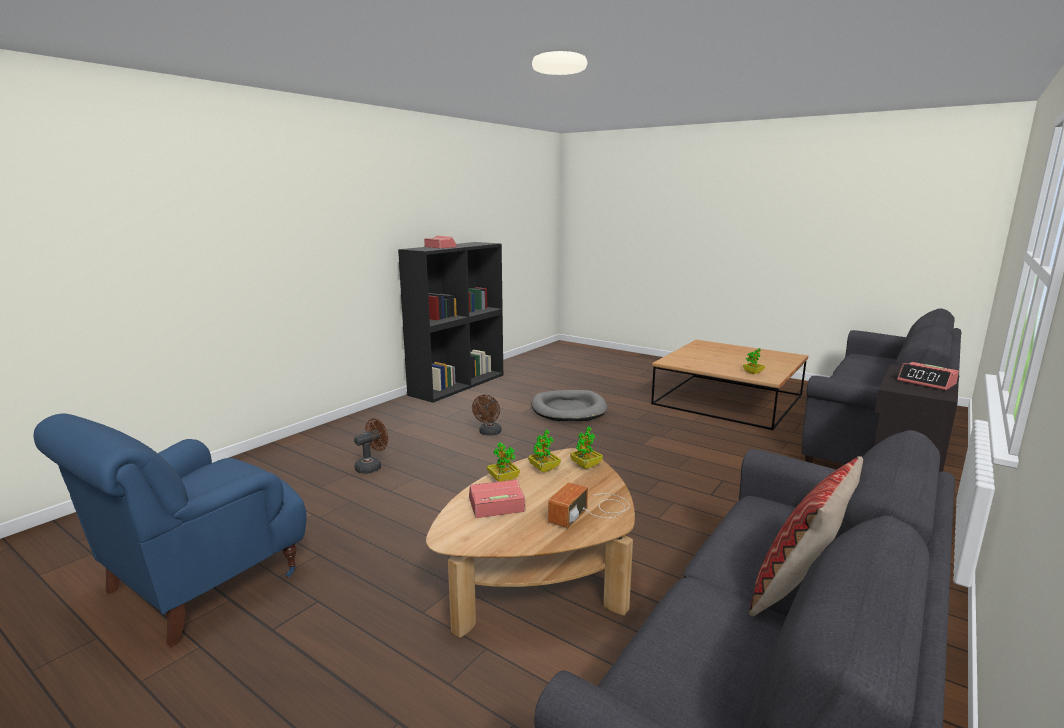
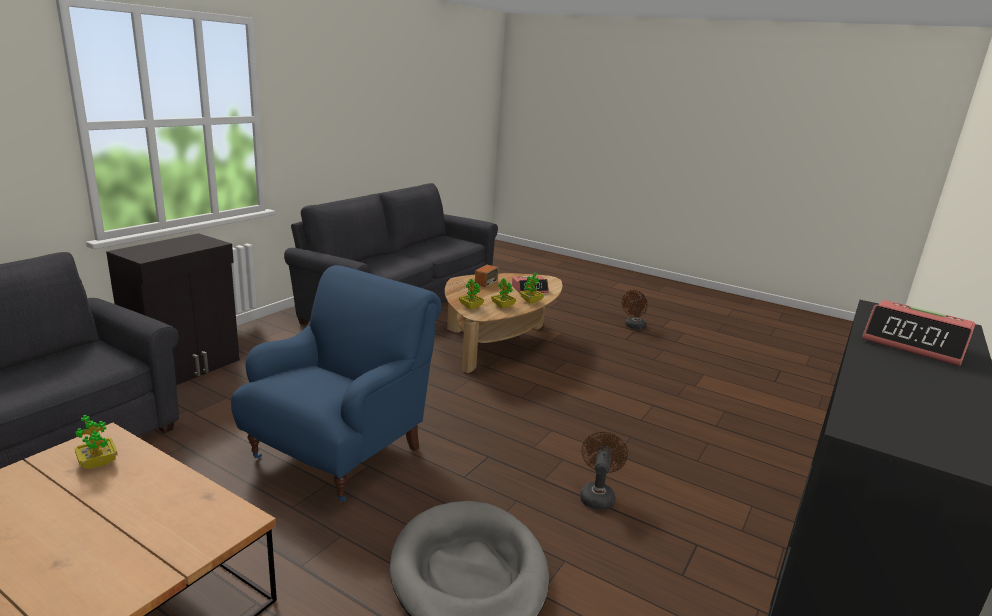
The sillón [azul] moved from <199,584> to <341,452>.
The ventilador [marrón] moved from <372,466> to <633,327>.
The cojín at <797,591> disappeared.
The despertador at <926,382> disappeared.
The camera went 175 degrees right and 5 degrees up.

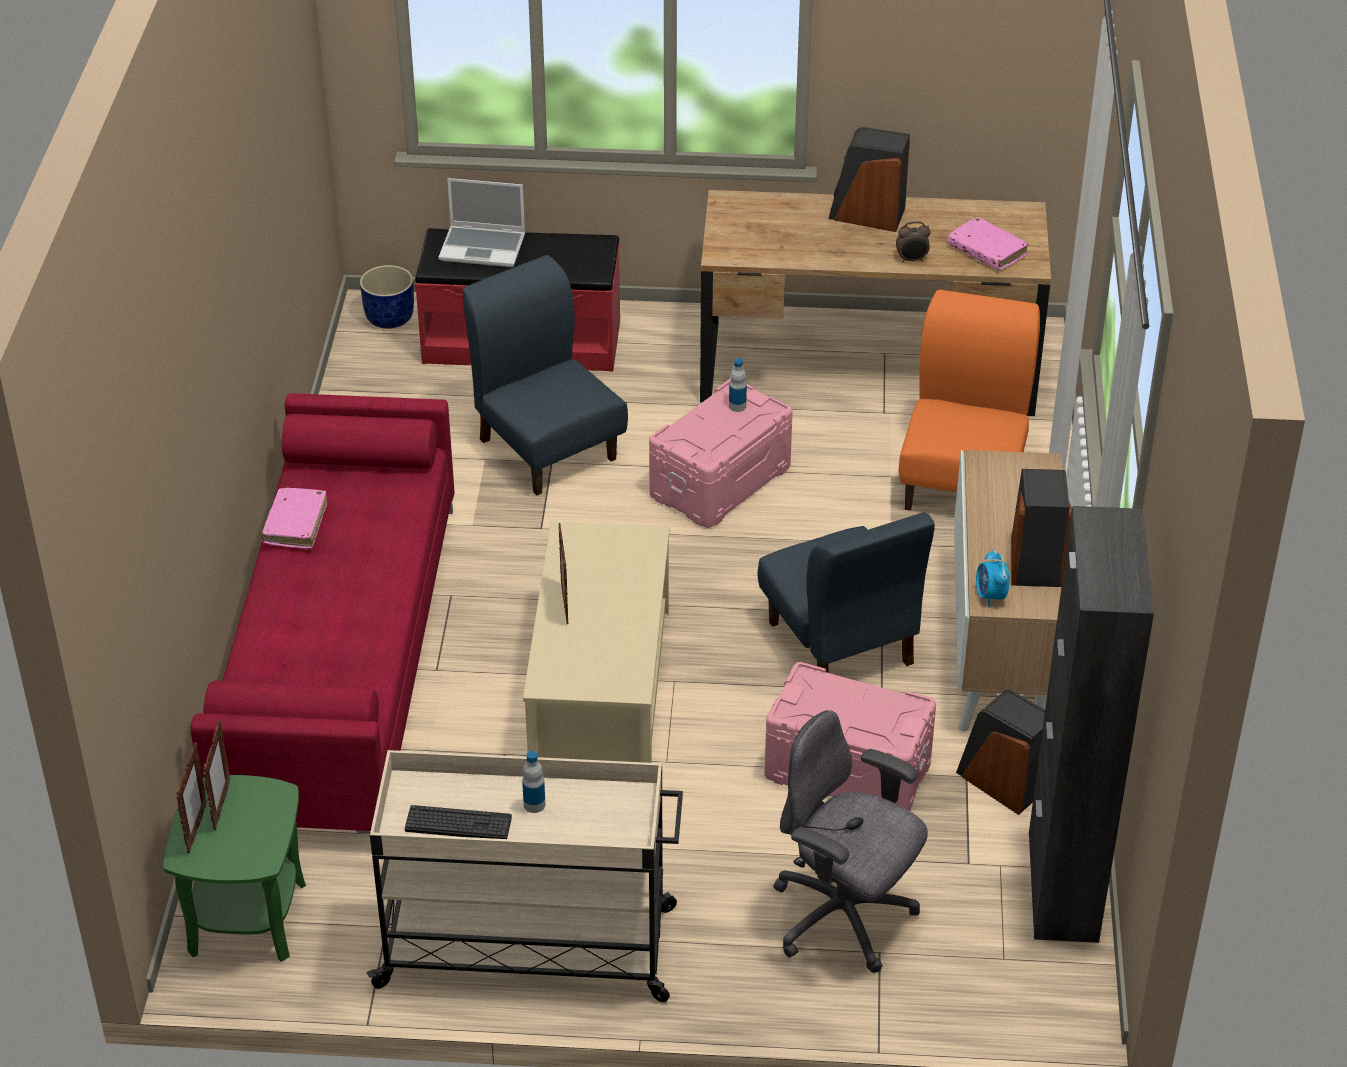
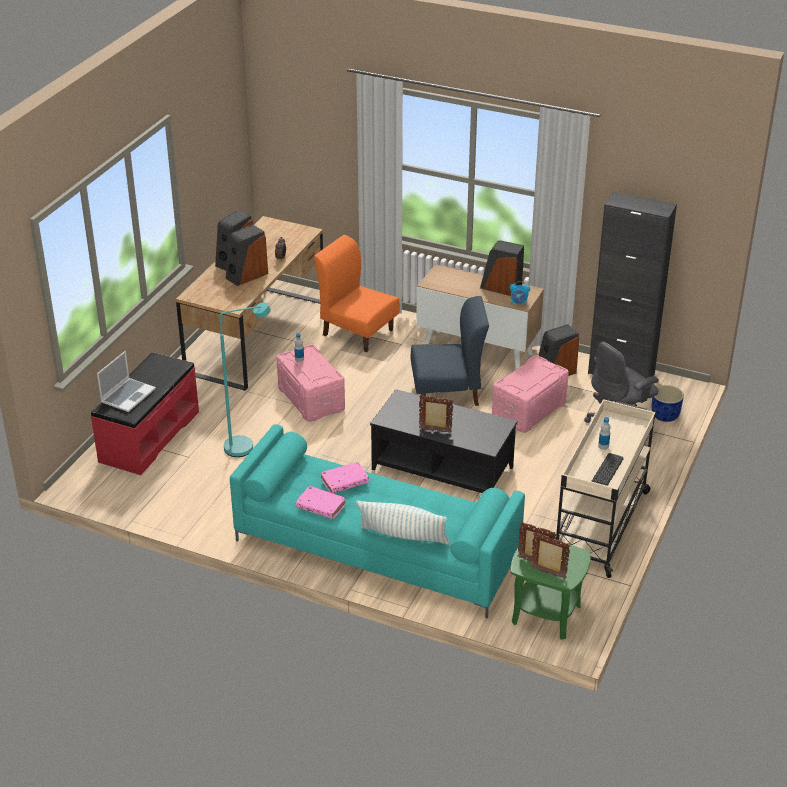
The silla [azul] at <547,448> was replaced by the lámpara de pie [turquesa] at <247,446>.
The altavoz at <246,275> appeared.
The sofá [rojo] at <340,664> became the sofá [turquesa] at <375,550>.
The libro [rosa] moved from <987,251> to <344,482>.
The cojín at <403,540> appeared.
The mesa de centro [beis] at <598,692> became the mesa de centro [negro] at <442,469>.
The maceta [azul] moved from <390,317> to <664,415>.
The camera went 70 degrees left and 5 degrees down.

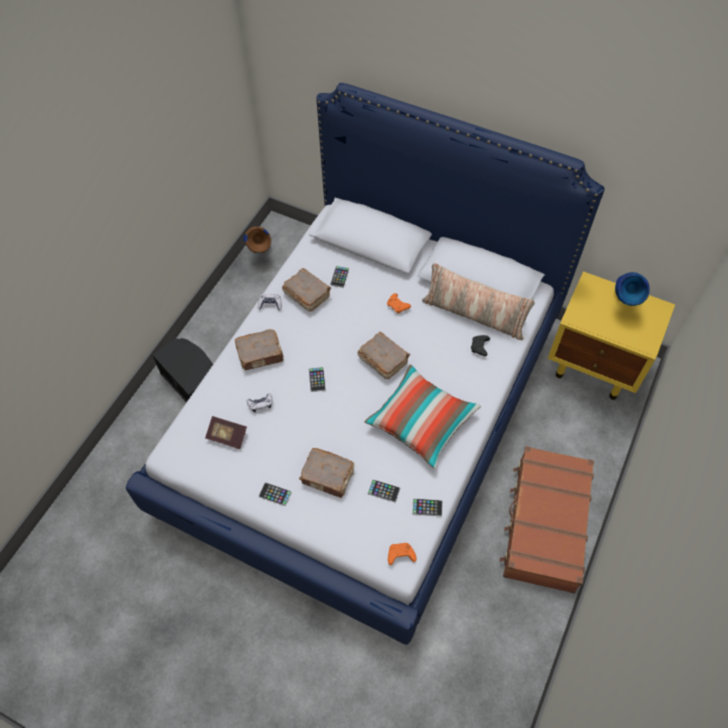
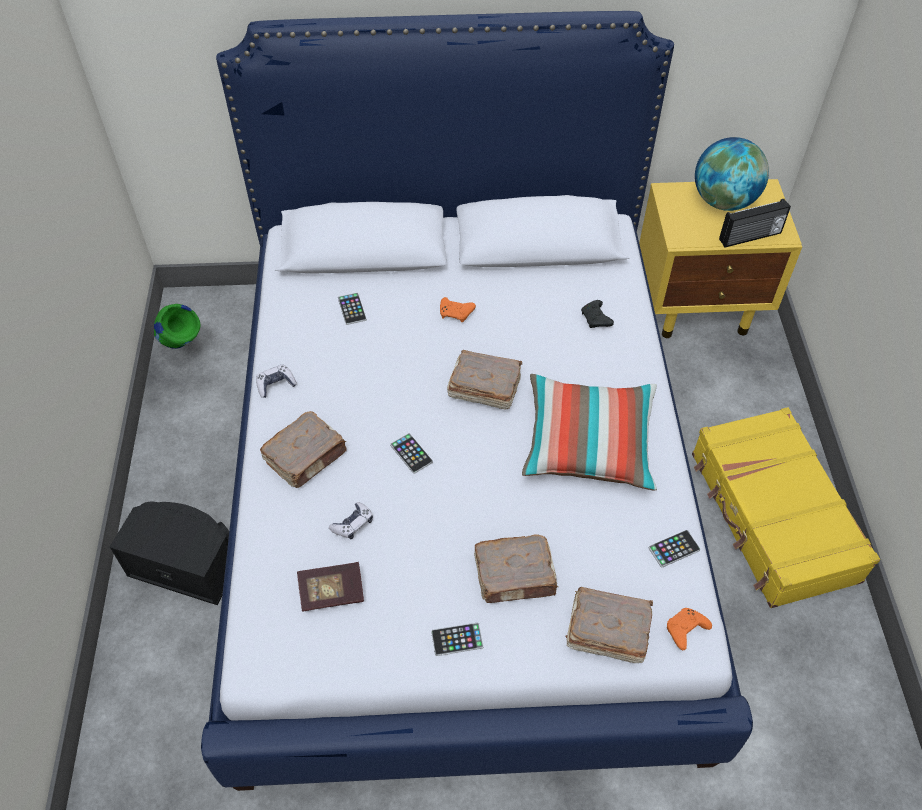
The florero [marrón] at <261,254> became the florero [verde] at <183,348>.
The libro [marrón] moved from <306,294> to <606,631>.
The maleta [marrón] at <544,524> became the maleta [amarillo] at <771,517>.
The florero [azul] at <624,304> was replaced by the globo terráqueo at <723,201>.
The radio at <750,237> appeared.
The móvil at <383,491> disappeared.
The cojín at <474,314> disappeared.
The camera went 30 degrees left and 5 degrees down.

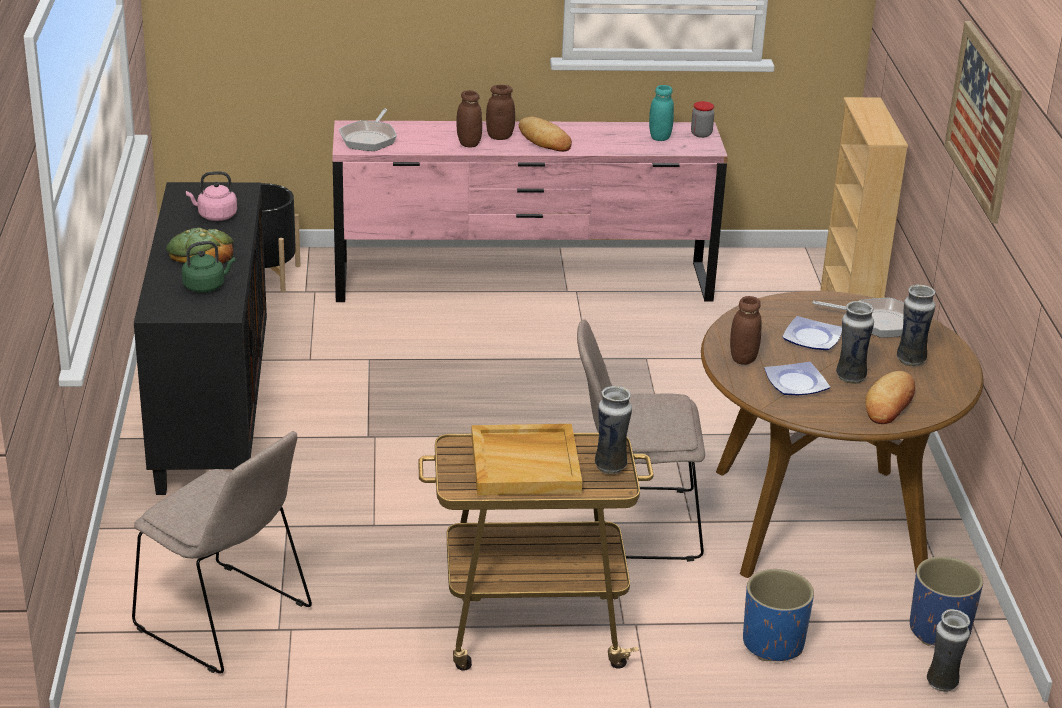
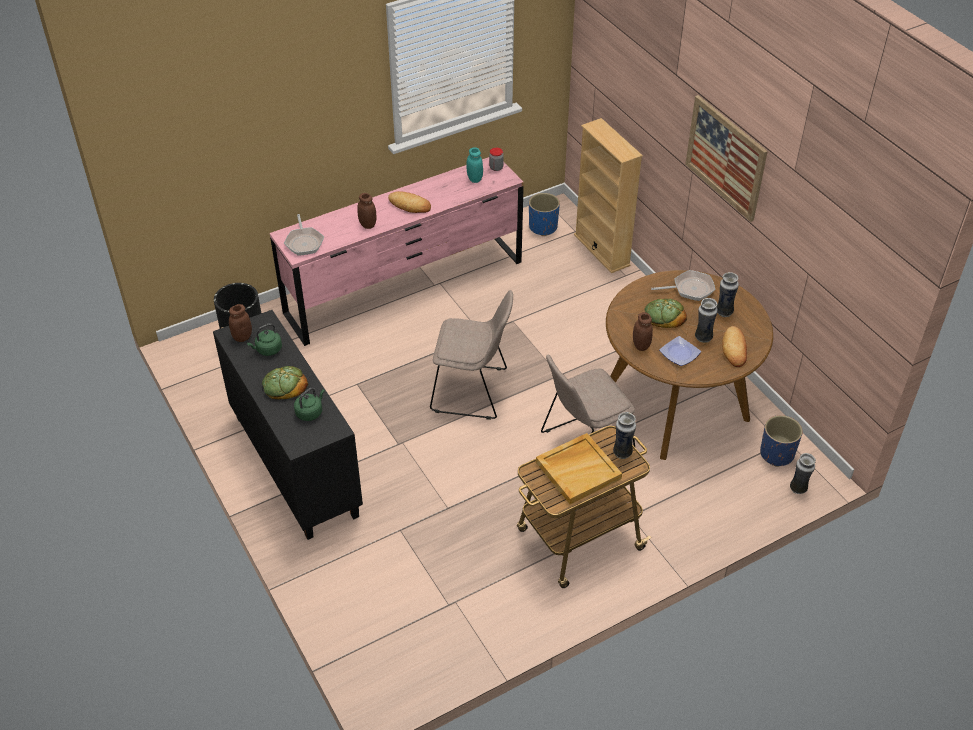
The tarro [marrón] moved from <500,136> to <242,337>.
The hervidor [rosa] at <215,216> became the hervidor [verde] at <267,350>.
The silla [beis] moved from <227,620> to <472,391>.
The maceta [azul] moved from <772,643> to <543,227>.
The plato at <810,338> was replaced by the pan at <664,315>.
The camera went 25 degrees left and 15 degrees up.

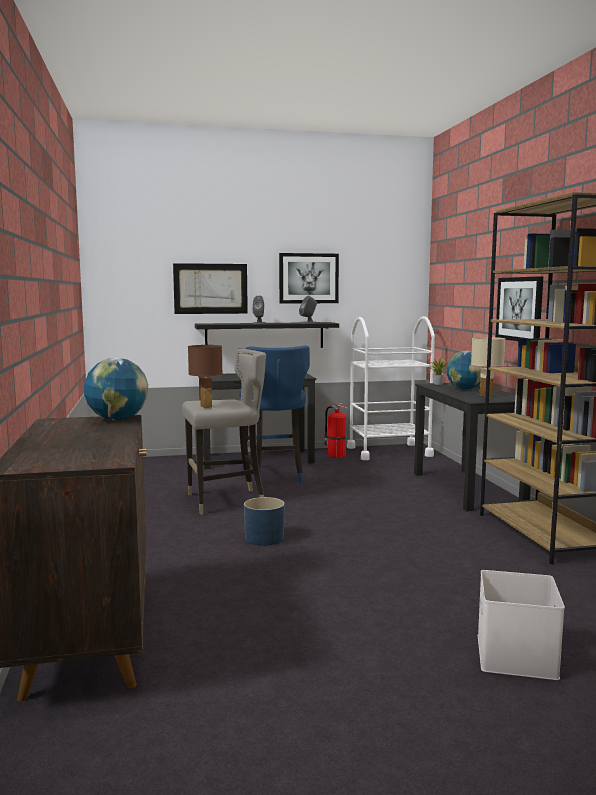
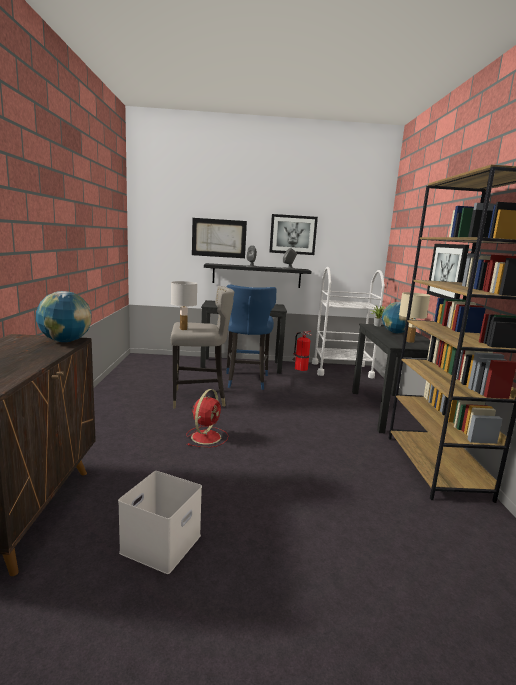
The caja de almacenaje [blanco] moved from <518,656> to <161,545>.
The lámpara de mesa [marrón] at <206,407> became the lámpara de mesa [blanco] at <183,329>.
The maceta [azul] at <264,538> was replaced by the ventilador [rojo] at <207,436>.
The camera went 10 degrees right and 5 degrees up.

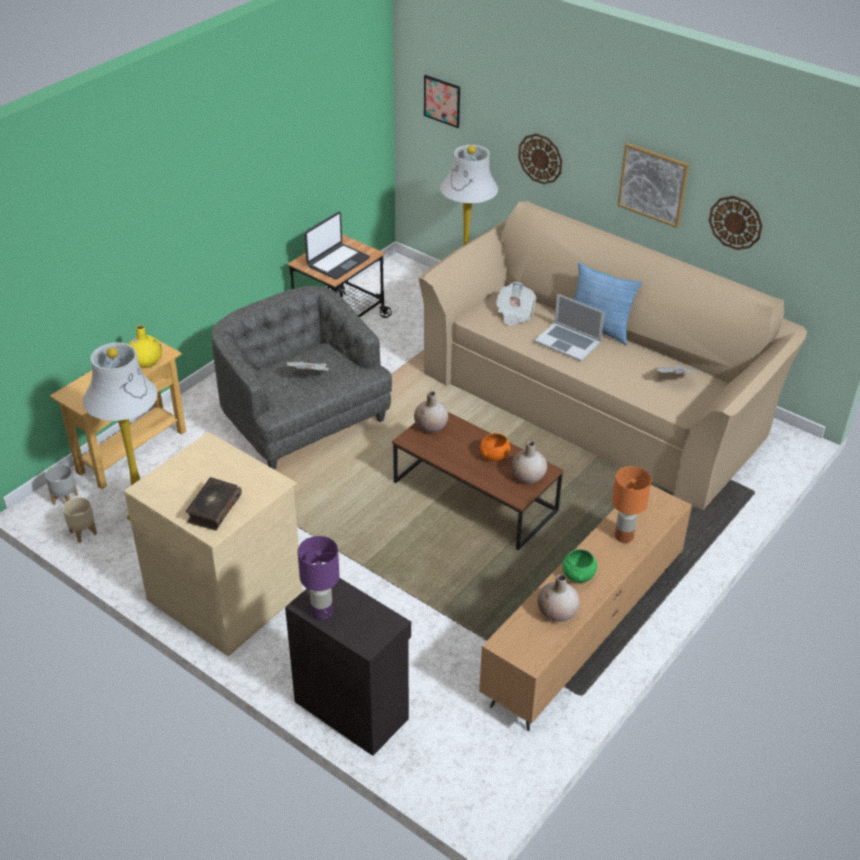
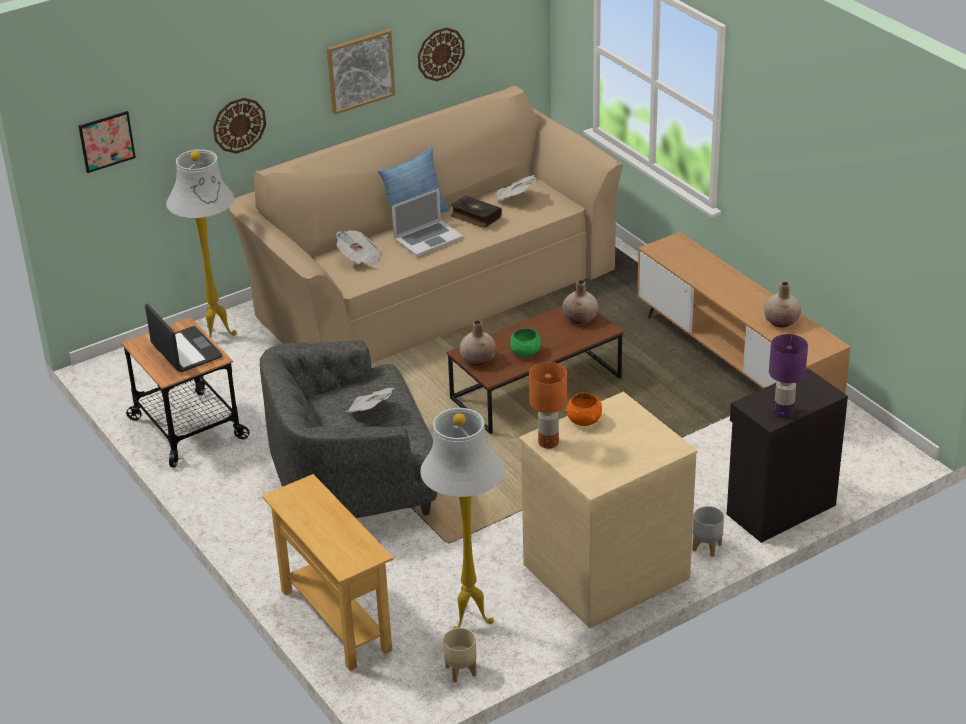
The libro moved from <213,509> to <475,217>.
The cuenco [verde] moved from <578,576> to <526,353>.
The lámpara de mesa [naranja] moved from <624,536> to <548,442>.
The cuenco [naranja] moved from <494,456> to <584,421>.
The maceta [gris] moved from <64,499> to <706,547>.
The florero [amarillo] at <146,361> disappeared.
The camera went 70 degrees left and 5 degrees down.

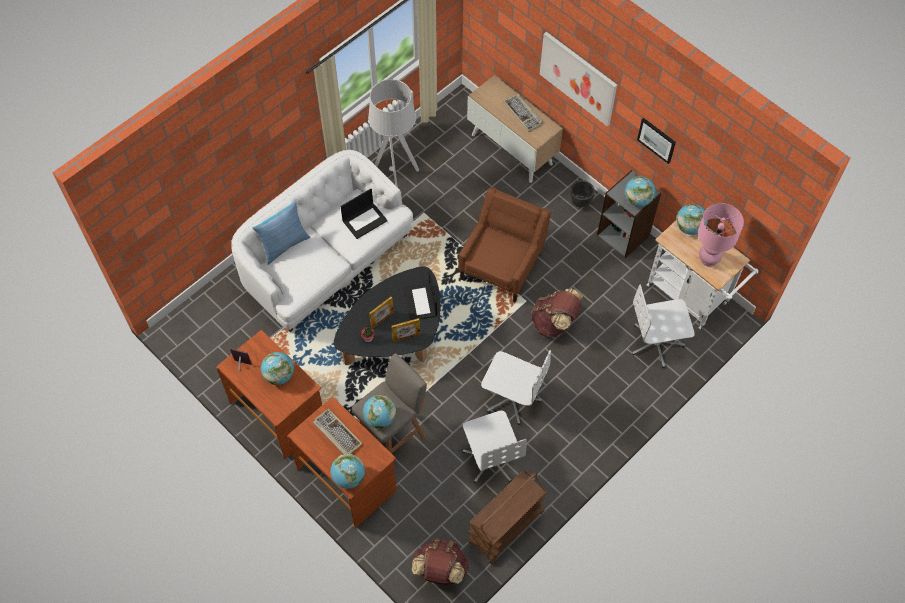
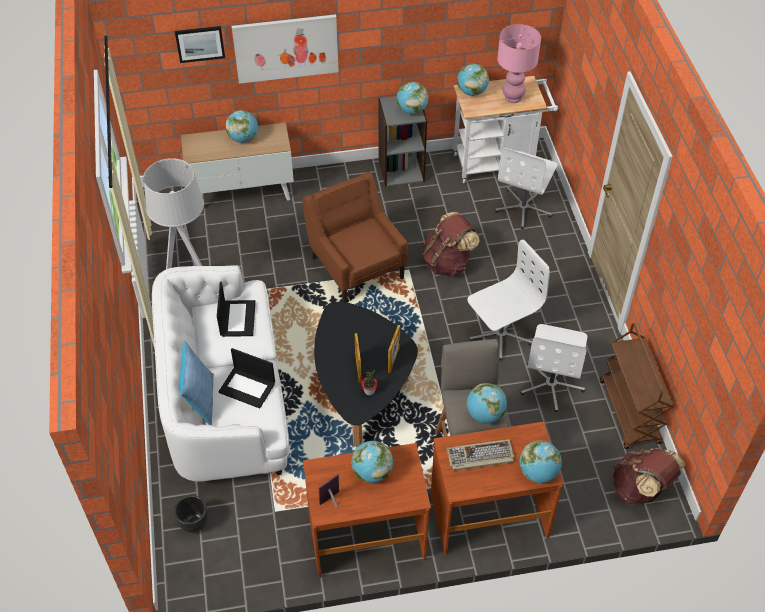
The maceta [negro] moved from <580,201> to <193,523>.
The cuadro moved from <657,140> to <200,43>.
The portátil moved from <421,302> to <248,387>.
The teclado at <523,113> was replaced by the globo terráqueo at <243,138>.
The silla de oficina [blanco] at <491,459> turned 90 degrees clockwise.
The camera went 55 degrees left and 10 degrees down.

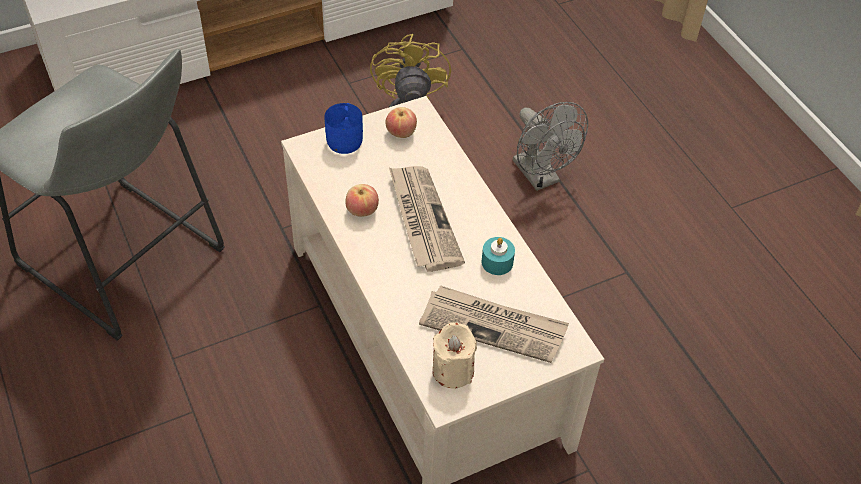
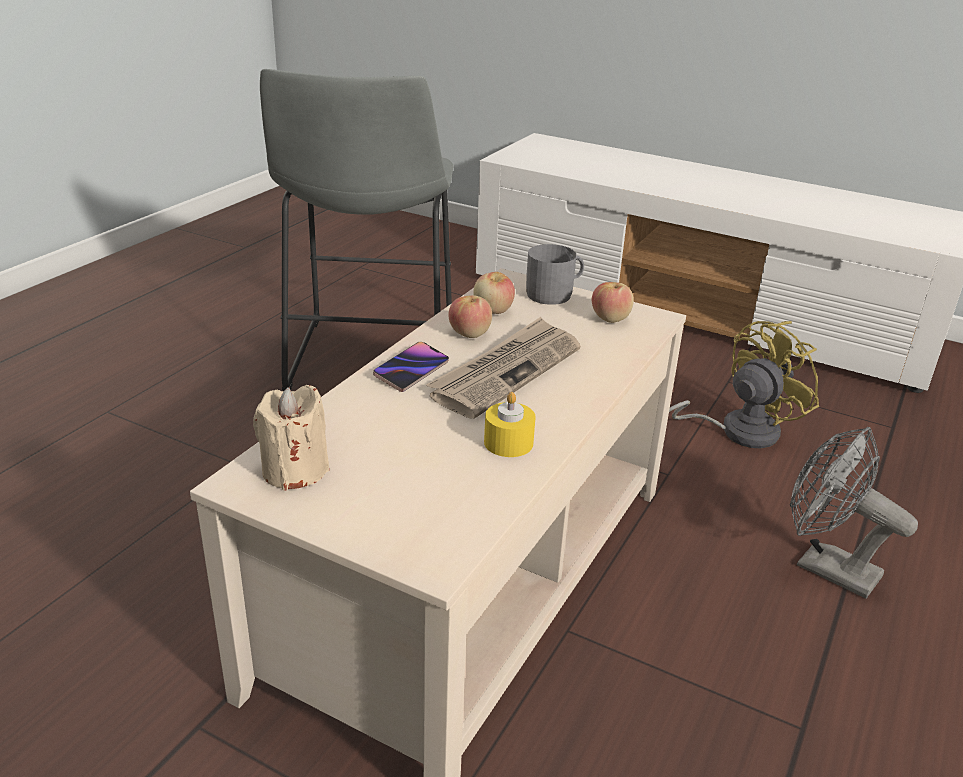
The móvil at <411,370> appeared.
The manzana at <493,310> appeared.
The vela [turquesa] at <497,262> became the vela [amarillo] at <508,442>.
The taza grande [azul] at <346,137> became the taza grande [gris] at <555,294>.
The ventilador [gris] at <541,177> turned 105 degrees clockwise.
The periódico at <494,326> disappeared.
The camera went 55 degrees right and 20 degrees down.

